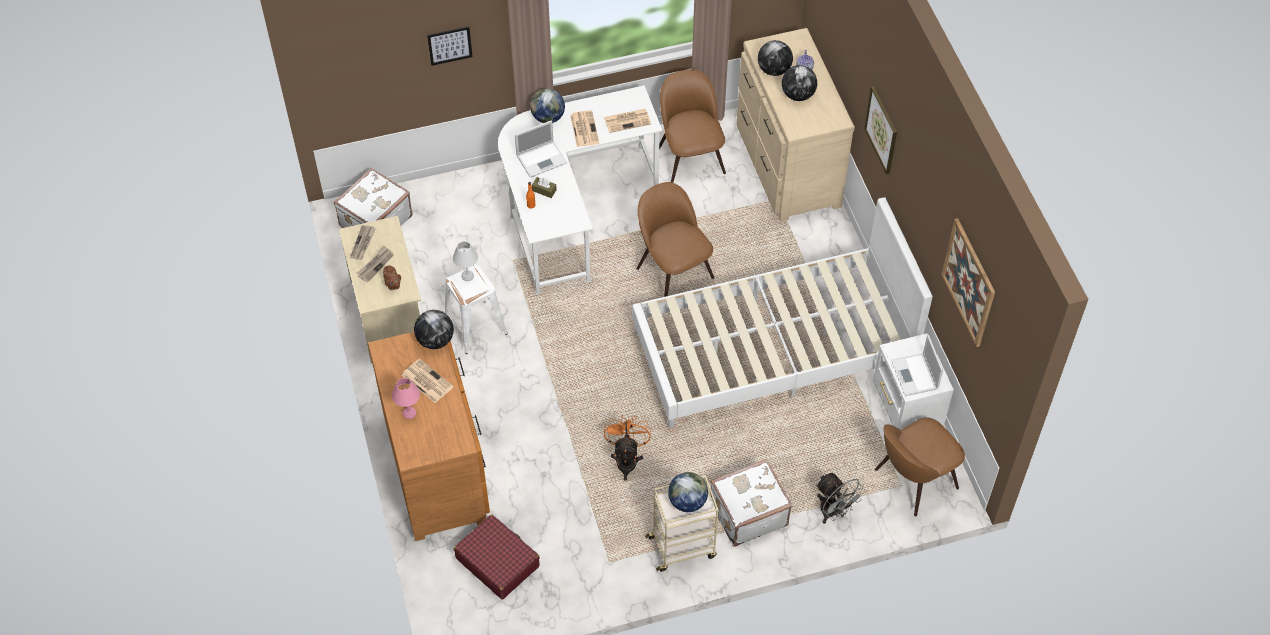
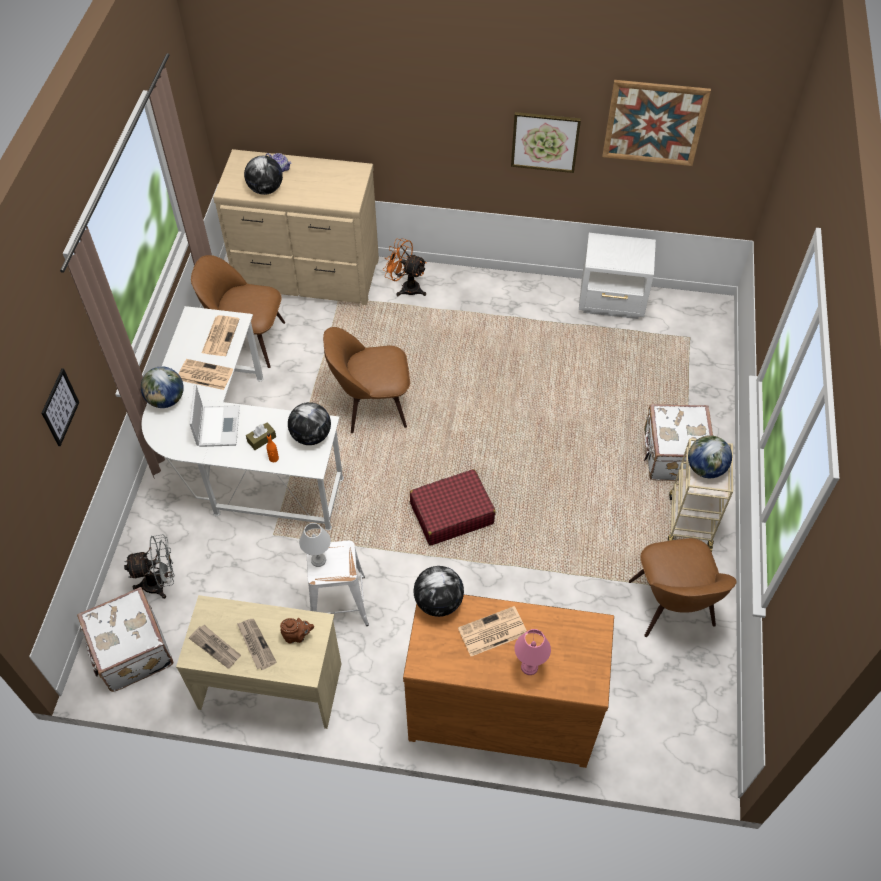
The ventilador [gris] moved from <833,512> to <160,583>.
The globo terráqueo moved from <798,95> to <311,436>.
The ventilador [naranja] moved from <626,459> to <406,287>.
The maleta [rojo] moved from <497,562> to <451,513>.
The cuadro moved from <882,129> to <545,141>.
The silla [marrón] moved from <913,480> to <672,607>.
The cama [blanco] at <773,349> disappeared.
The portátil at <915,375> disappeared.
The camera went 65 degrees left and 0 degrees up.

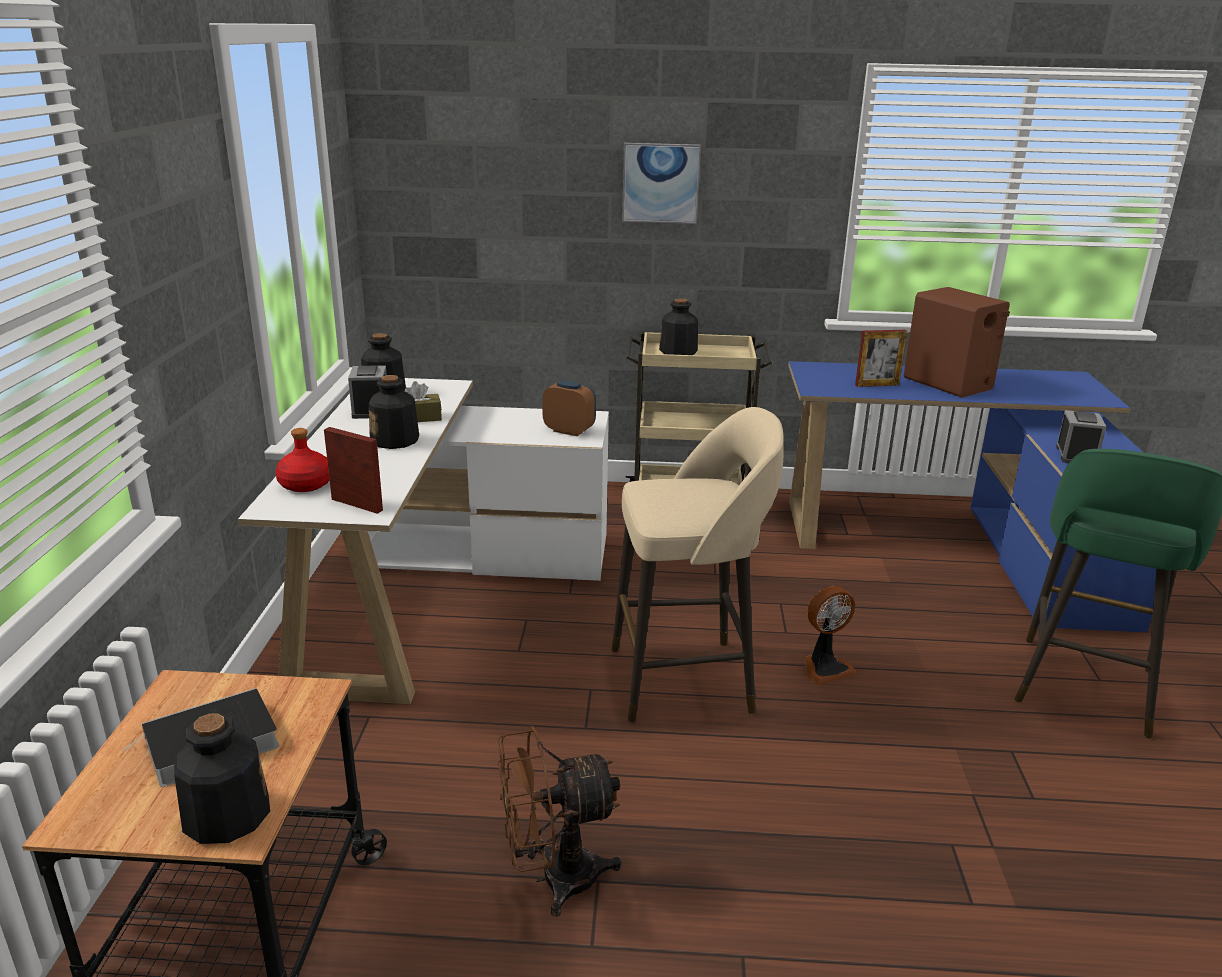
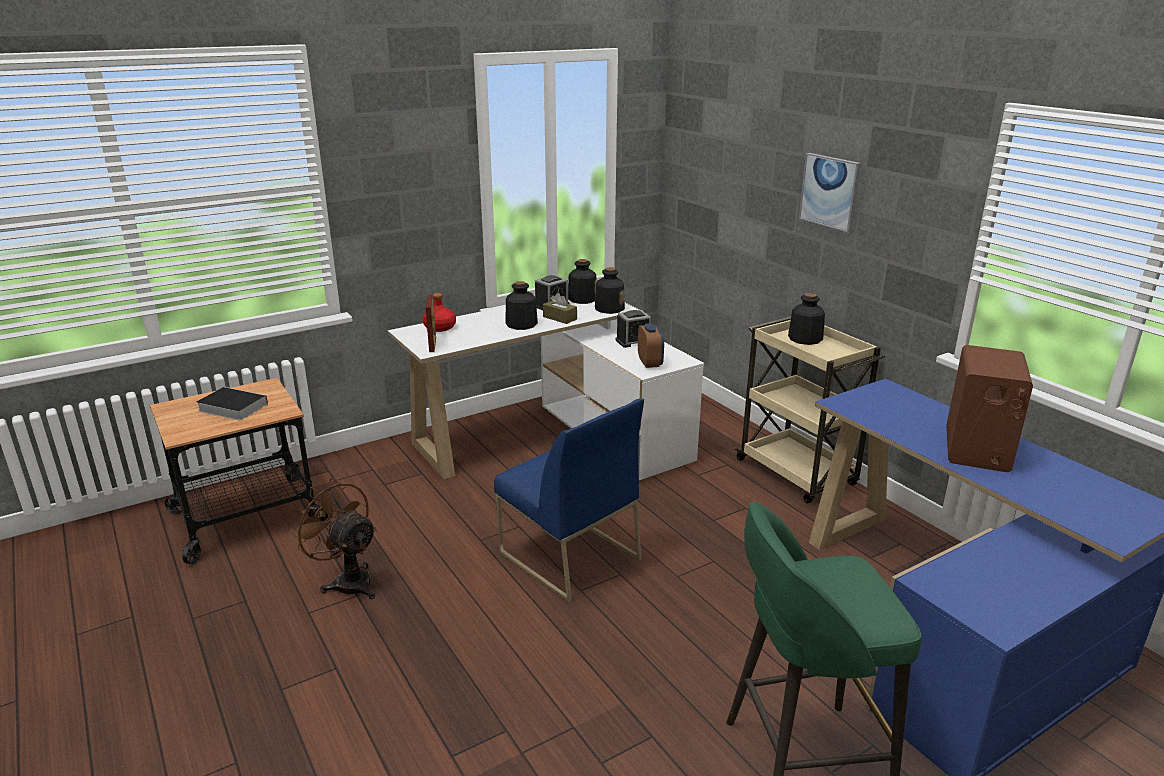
The taburete [beis] at <685,680> was replaced by the silla [azul] at <568,556>.
The botella moved from <225,815> to <609,308>.
The despertador moved from <1076,455> to <633,341>.
The ventilador at <825,668> disappeared.
The portarretratos at <877,385> disappeared.
The camera went 55 degrees right and 0 degrees up.

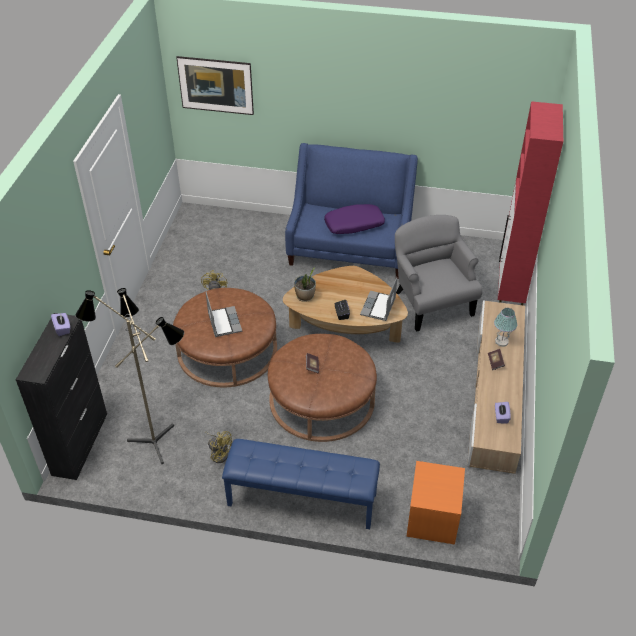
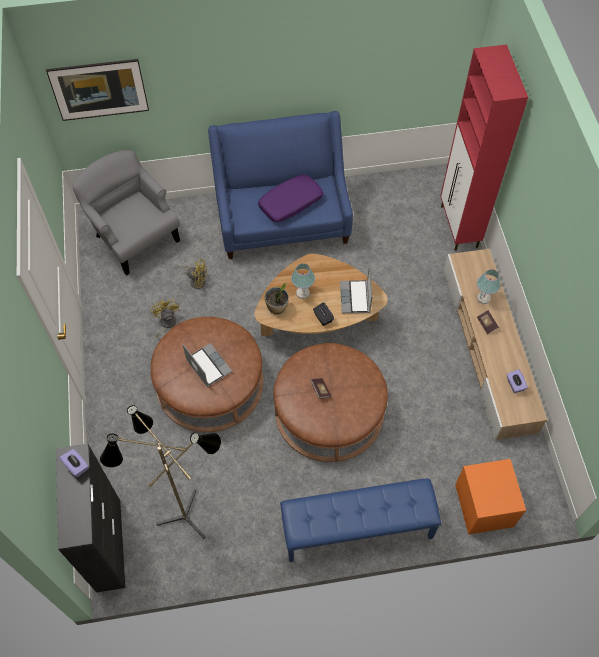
The sillón [gris] moved from <431,302> to <135,238>.
The ventilador [amarillo] moved from <219,453> to <196,280>.
The lámpara de mesa at <302,293> appeared.
The camera went 20 degrees left and 15 degrees up.

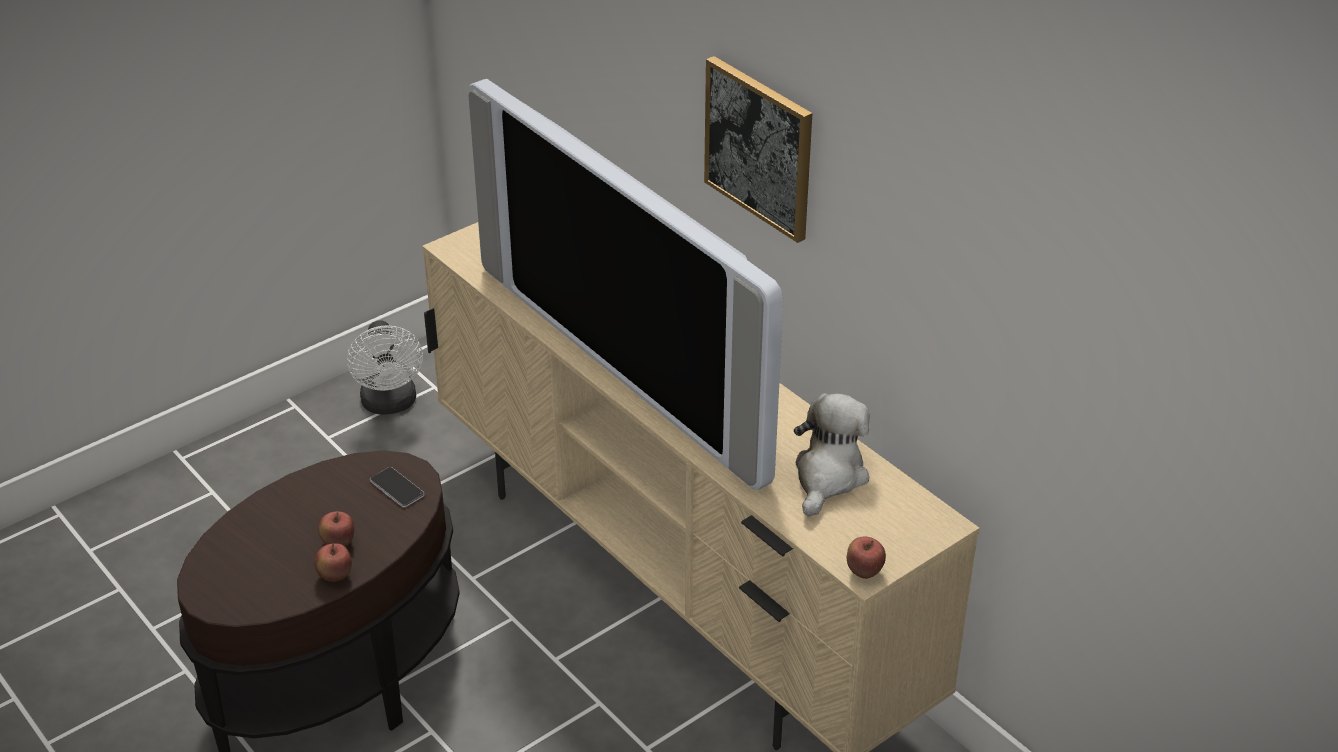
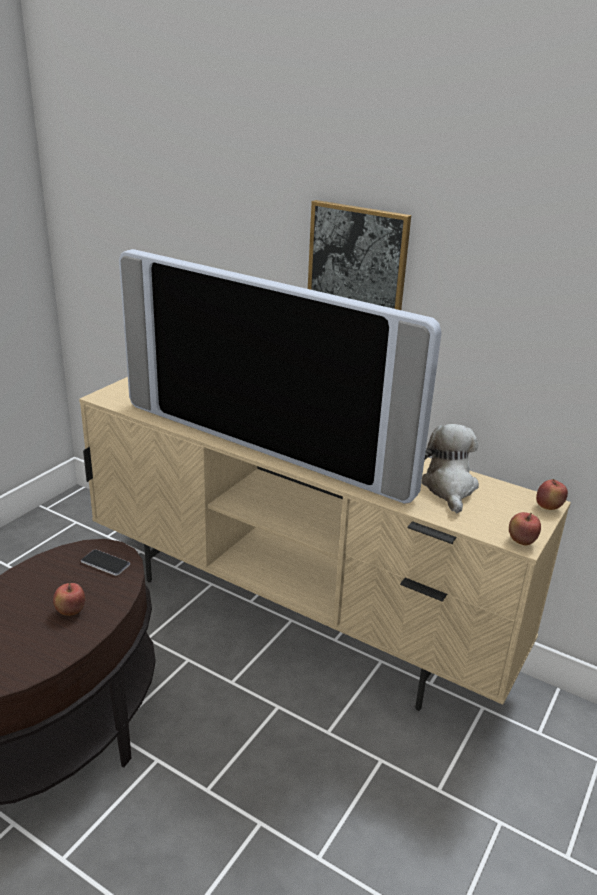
The manzana moved from <335,576> to <548,507>.
The ventilador [blanco] at <390,404> disappeared.
The camera went 20 degrees left and 10 degrees down.

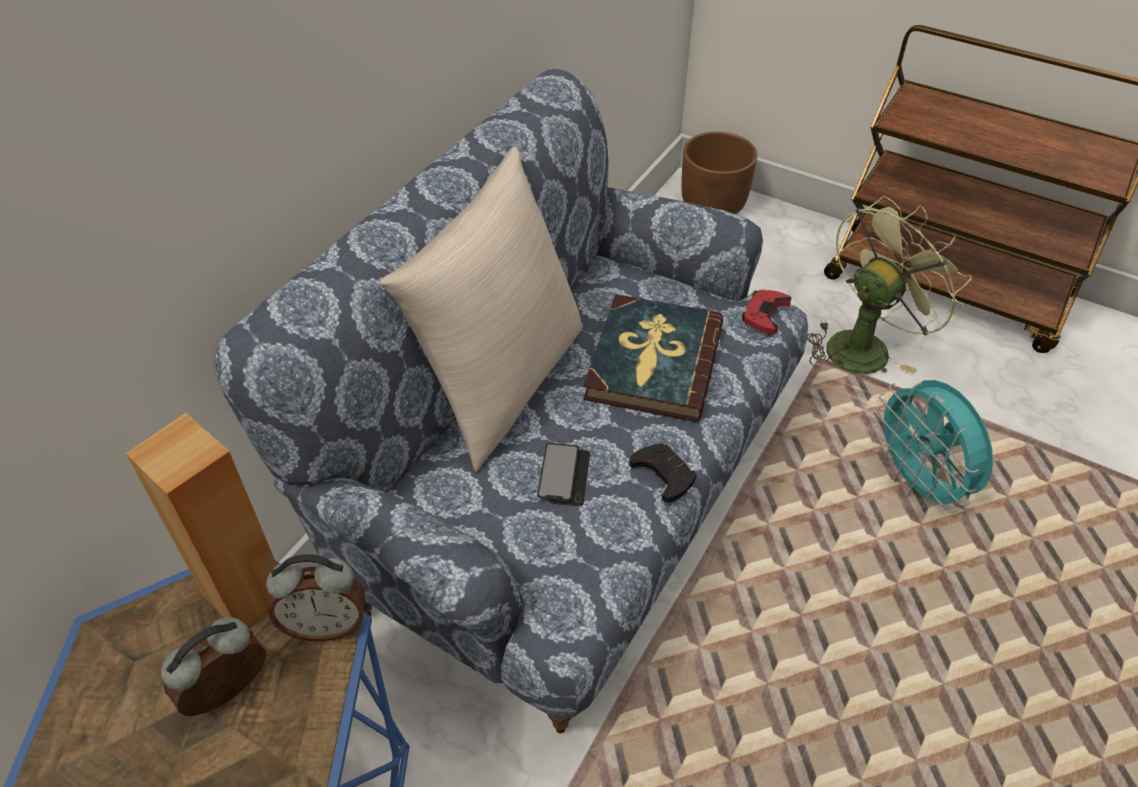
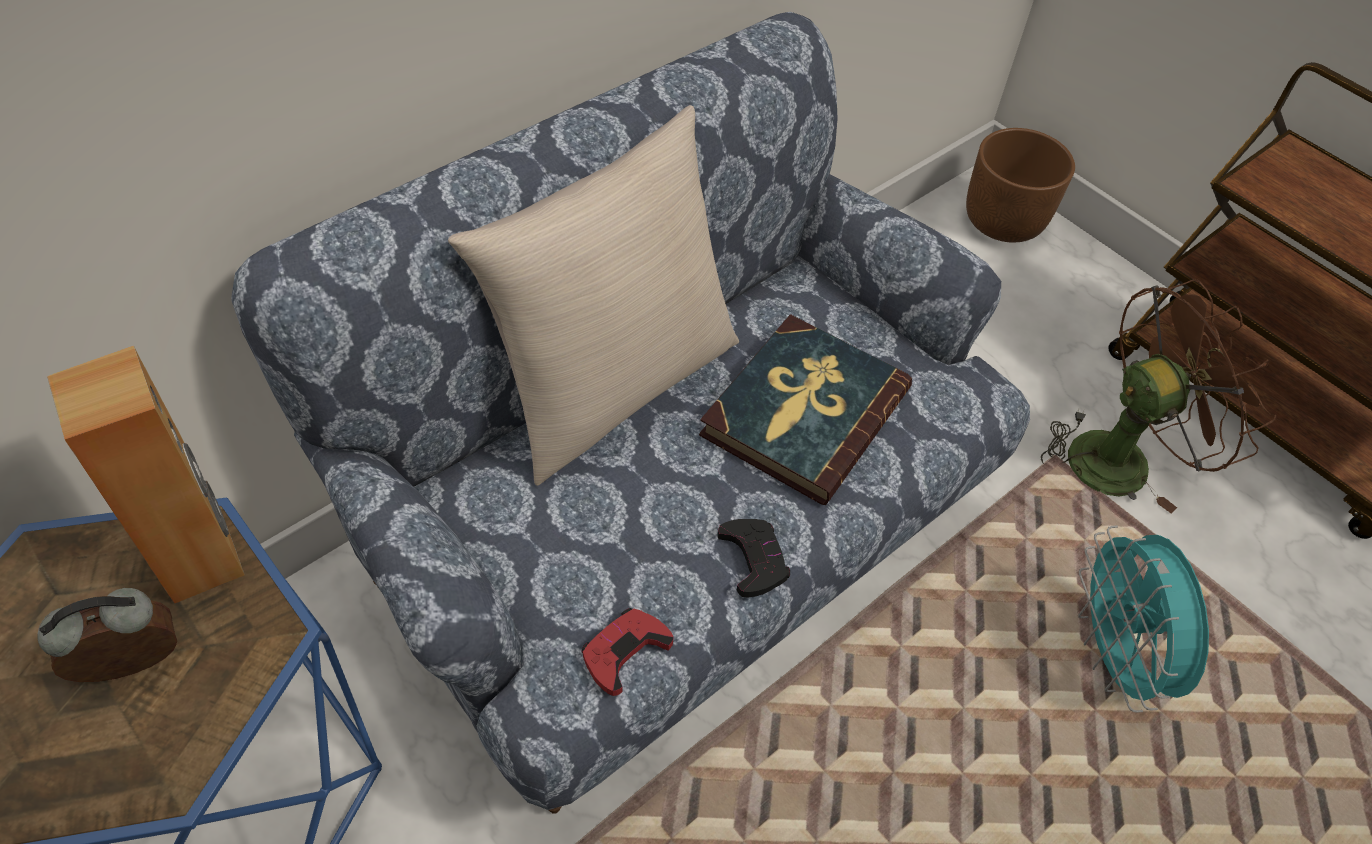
The mando de consola [rojo] moved from <764,314> to <624,652>.
The ventilador [verde] at <864,345> became the ventilador [marrón] at <1121,456>.
The despertador at <326,624> disappeared.
The móvil at <564,476> disappeared.
The camera went 15 degrees right and 5 degrees up.

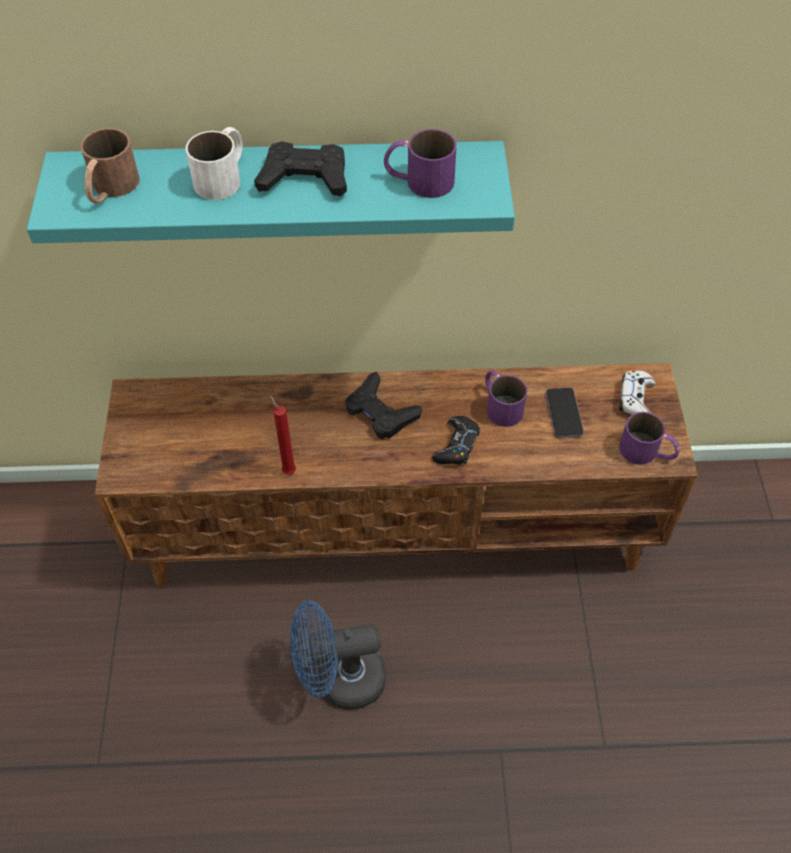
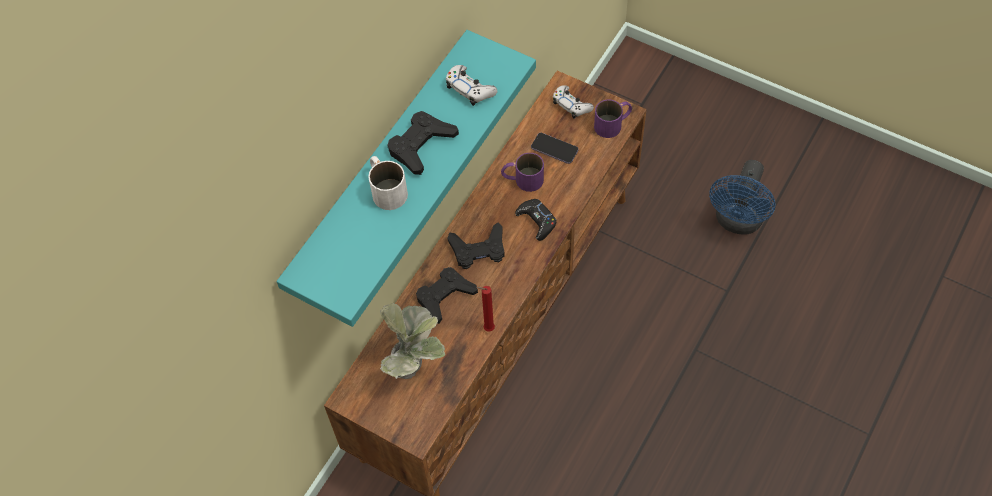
The planta en maceta at <415,366> appeared.
The mando de consola [negro] at <445,296> appeared.
The taza grande [morado] at <418,180> was replaced by the mando de consola [blanco] at <470,89>.
The ventilador [azul] moved from <339,680> to <737,222>.
The taza grande [marrón] at <110,189> disappeared.
The camera went 55 degrees left and 5 degrees up.

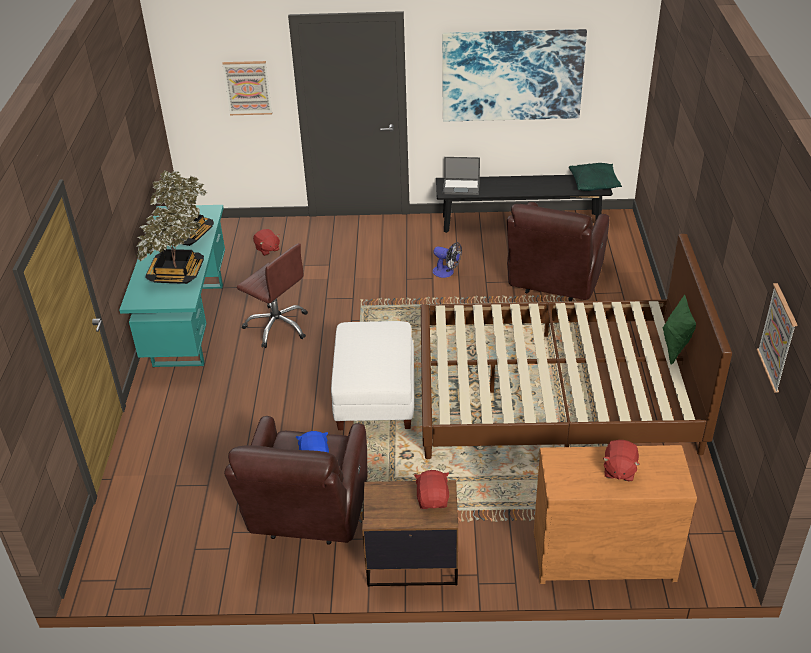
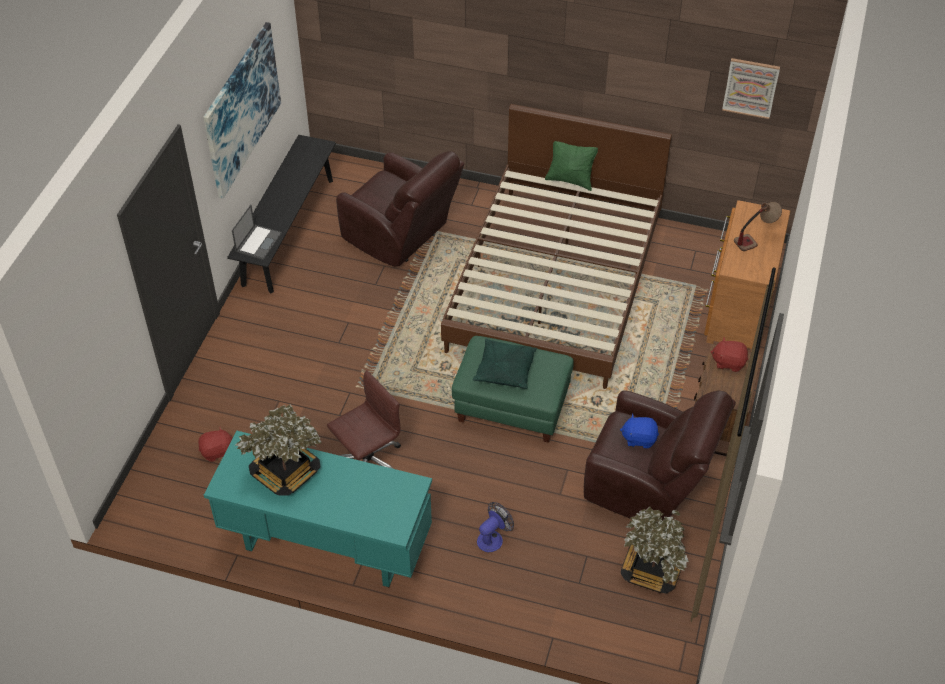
The puf [blanco] at <375,397> became the puf [verde] at <512,406>.
The cojín [verde] moved from <594,184> to <505,370>.
The ventilador moved from <446,272> to <493,538>.
The planta en maceta moved from <176,274> to <652,569>.
The peluche [rojo] at <619,470> was replaced by the lámpara de mesa at <755,239>.
The cuadro at <247,88> disappeared.
The camera went 75 degrees left and 10 degrees up.

